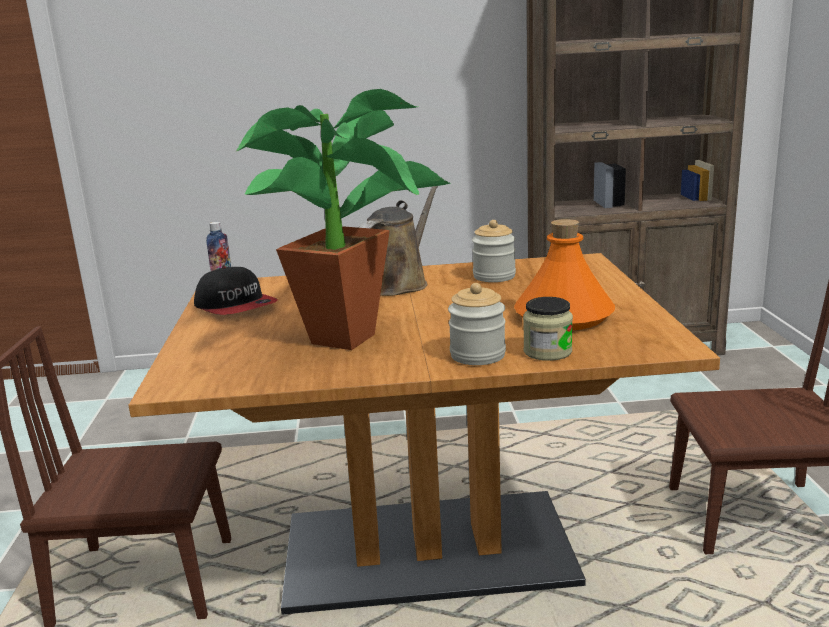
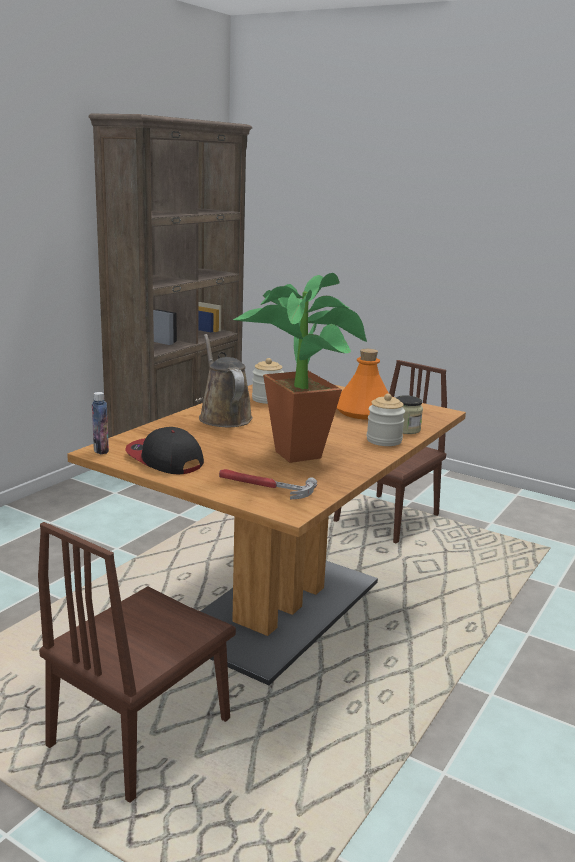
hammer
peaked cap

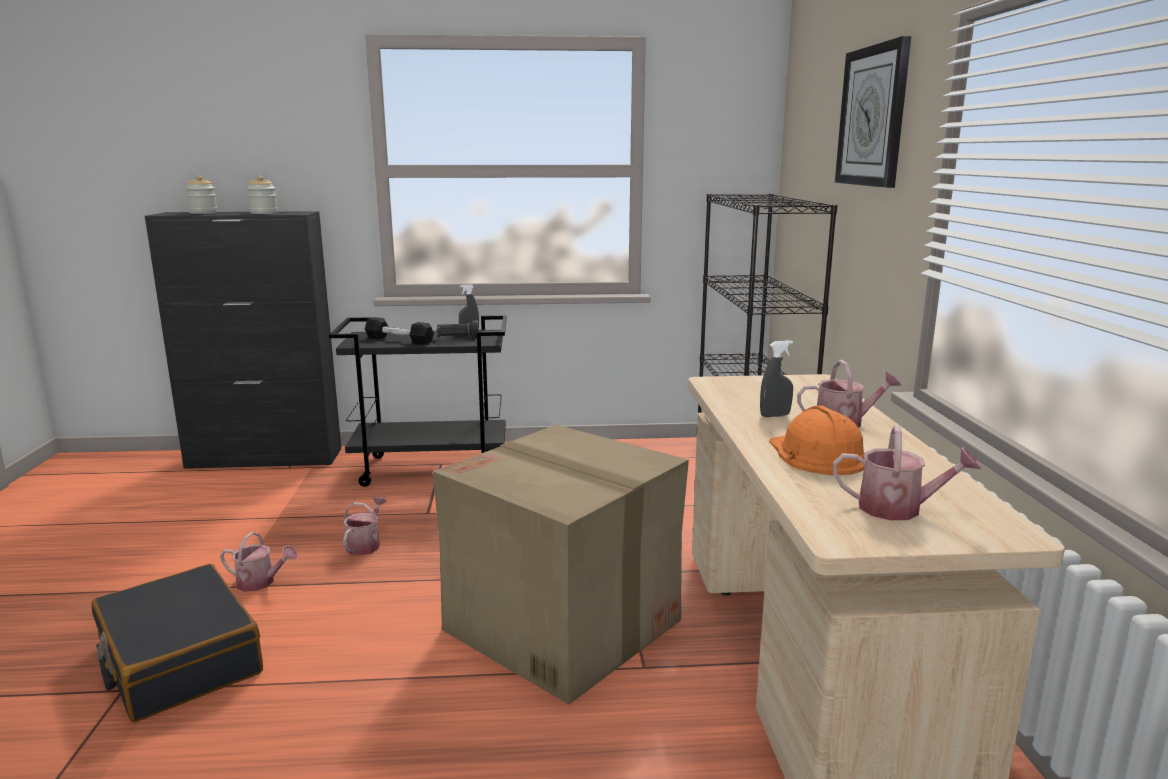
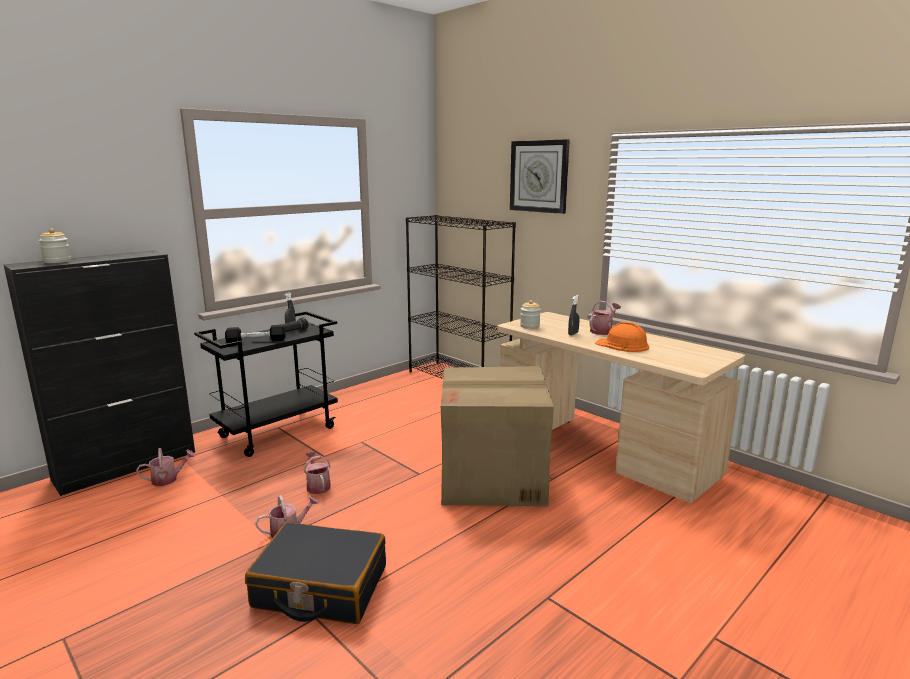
jar (no. 2 from left)
watering can (no. 1 from left)

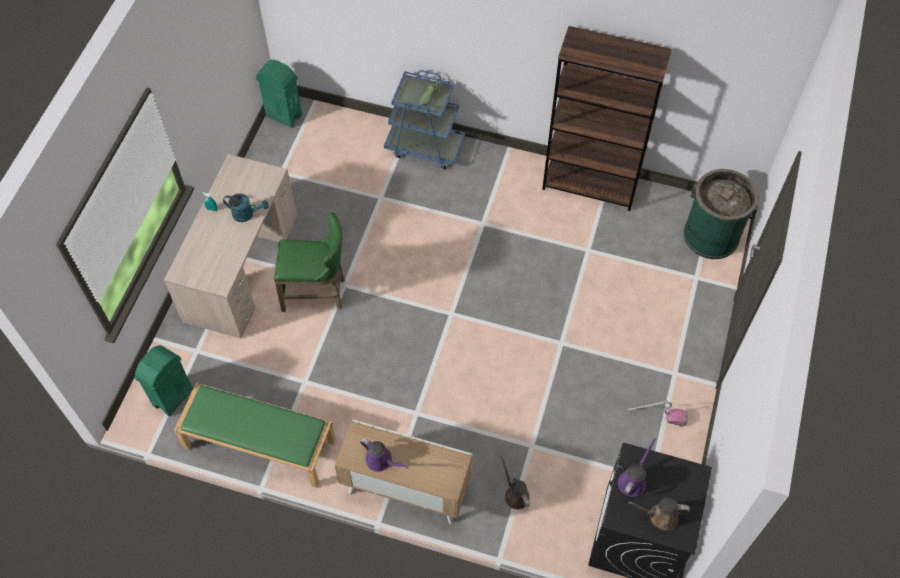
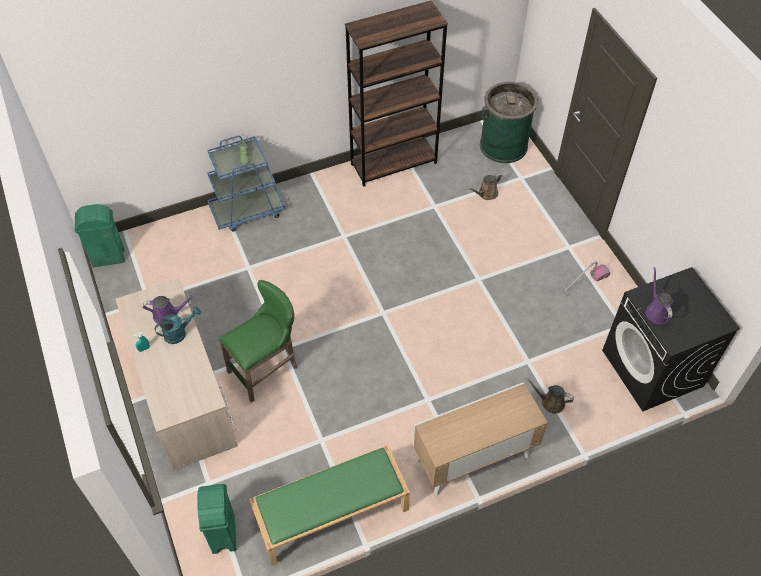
watering can (purple) (no. 1 from left)
watering can (brown-coloured) (no. 1 from left)

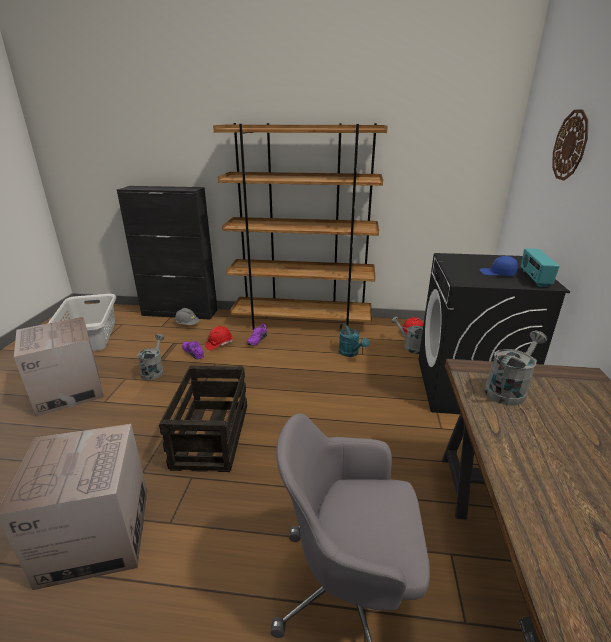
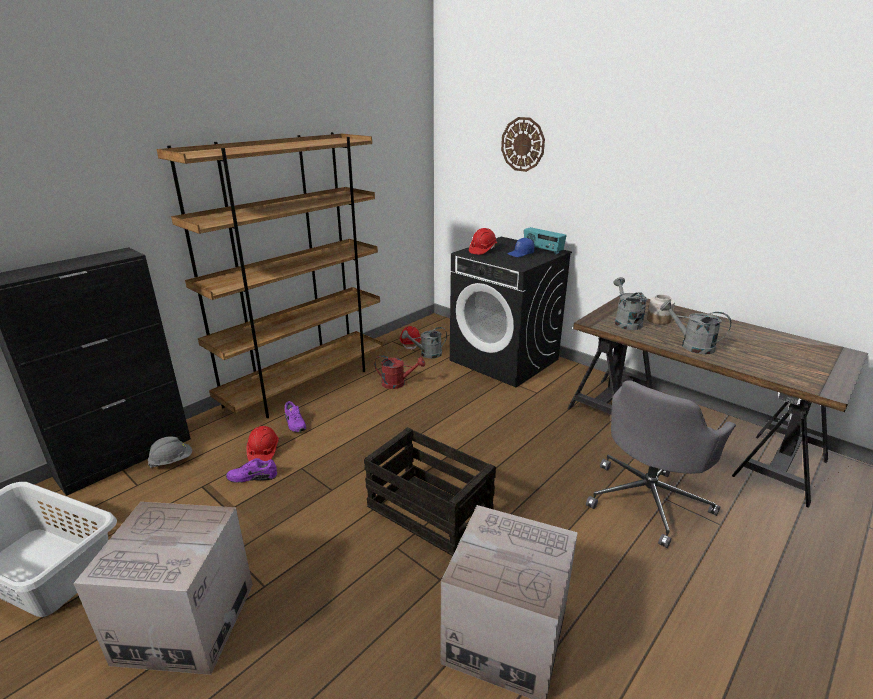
safety helmet (red-coloured) (no. 3 from left)
jar
watering can (grey) (no. 3 from left)
watering can (red-coloured)

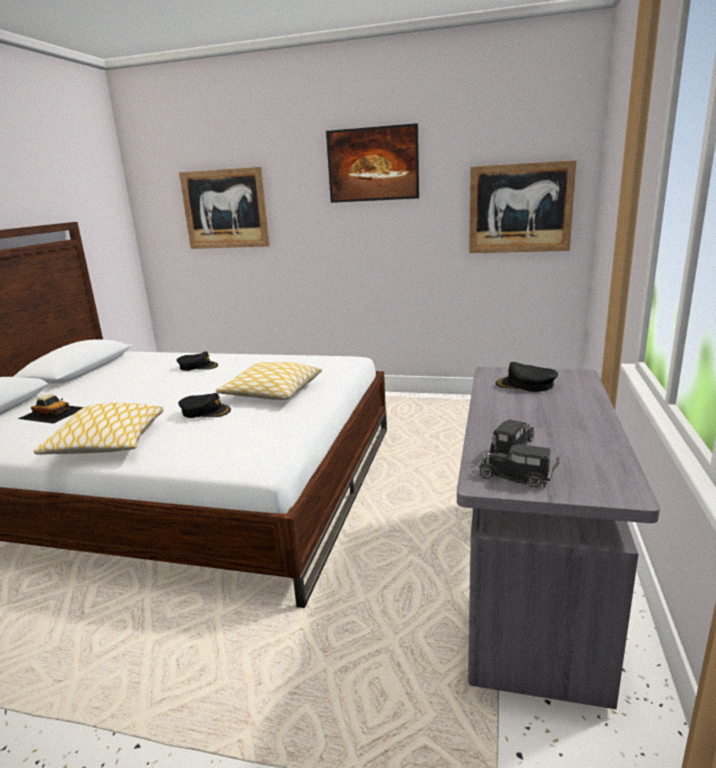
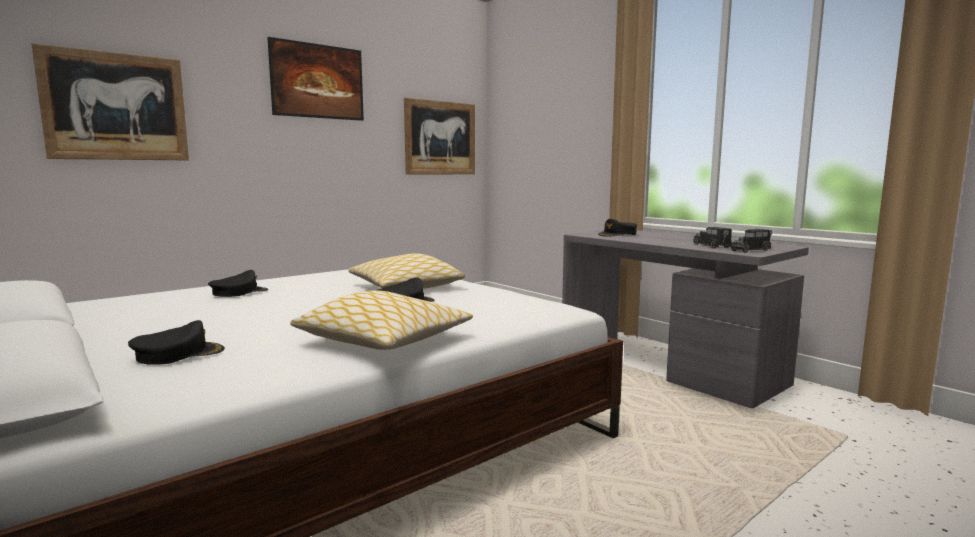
peaked cap (black-coloured) (no. 1 from left)

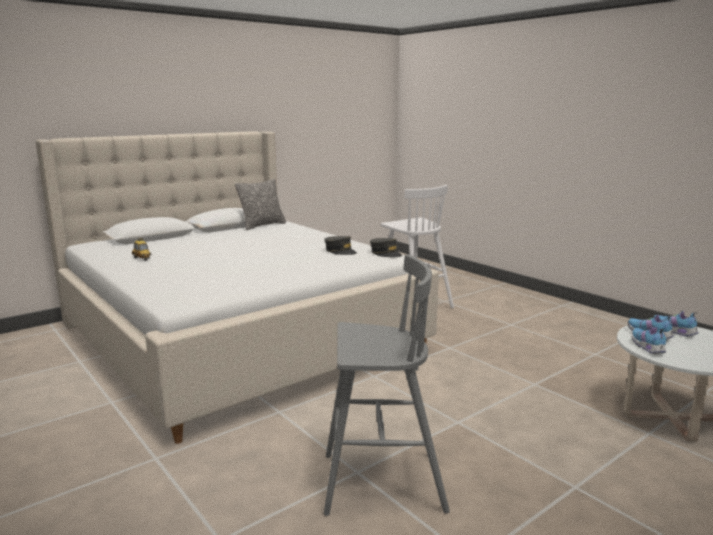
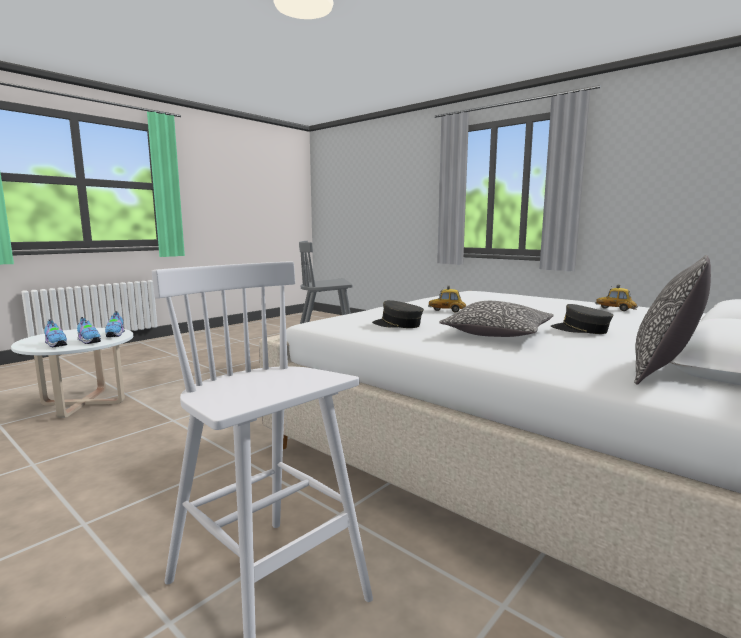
miniature car (no. 1 from left)
pillow (no. 1 from left)
peaked cap (grey) (no. 2 from left)

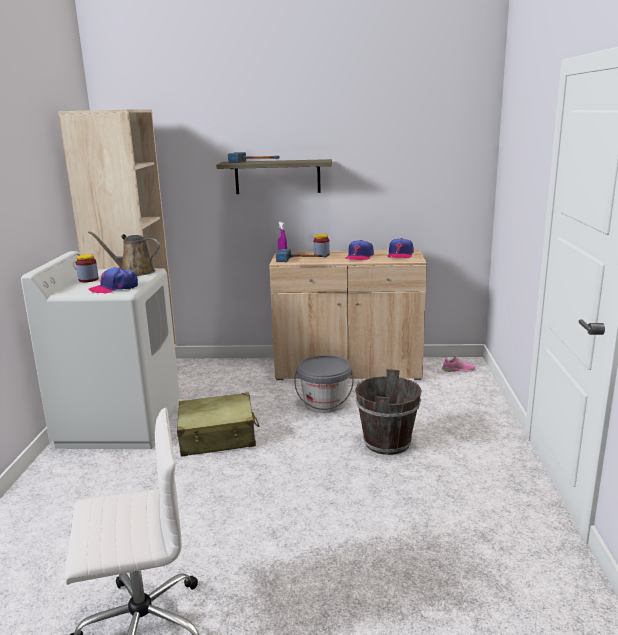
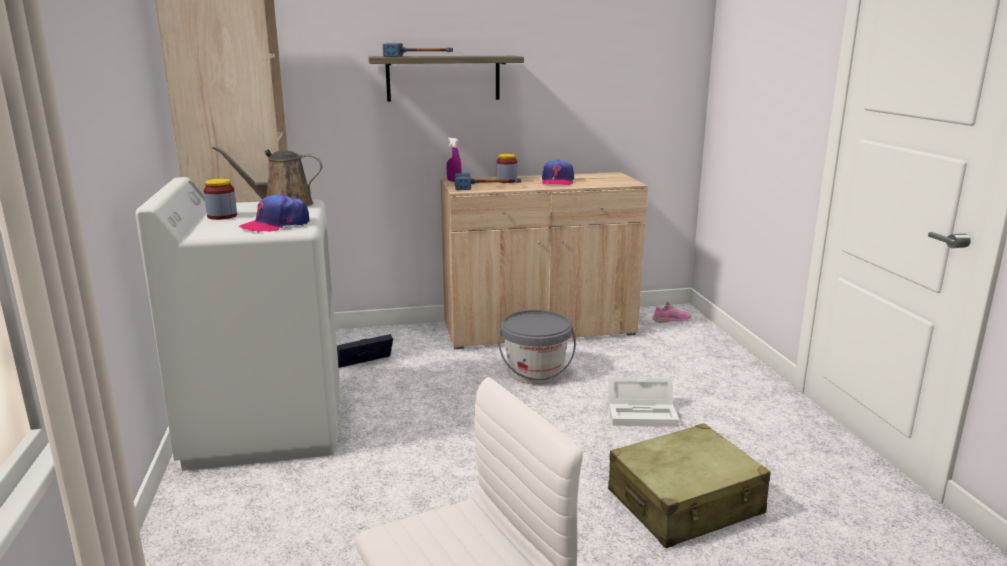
peaked cap (no. 3 from left in the first image)
storage box (black-coloured)
travel case (beige)
storage box (whitish)

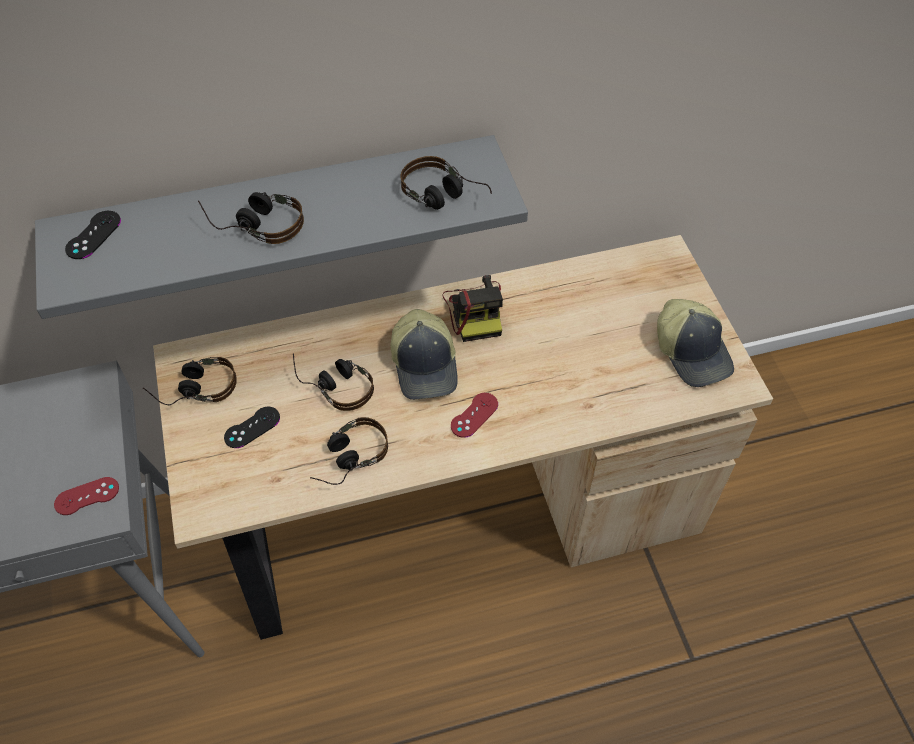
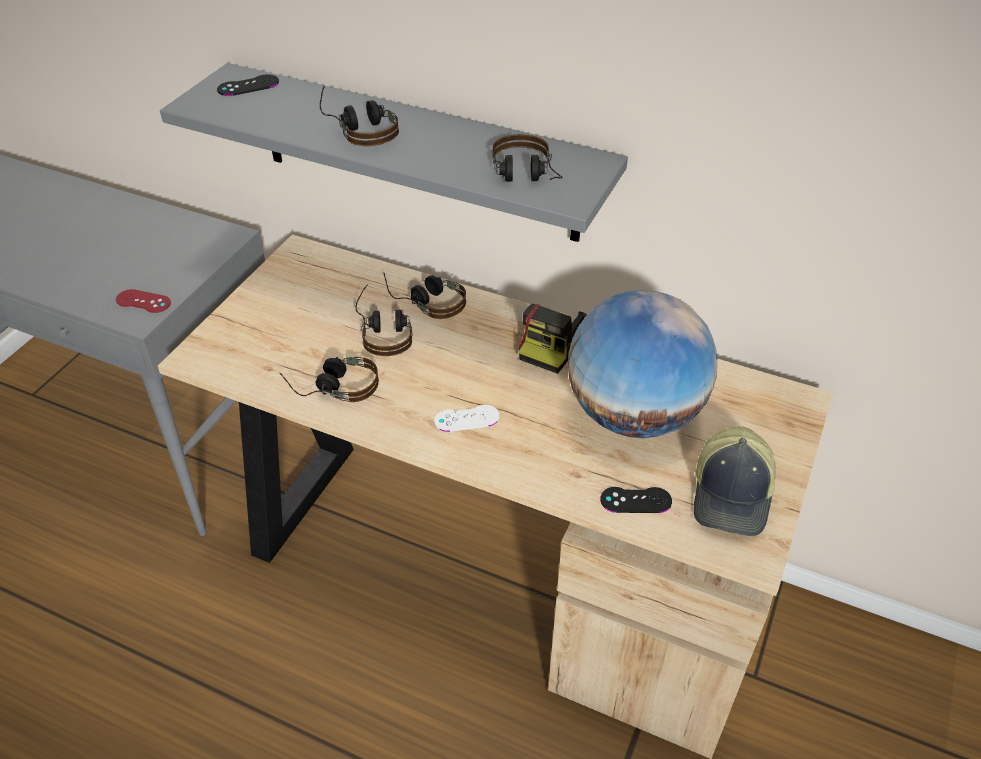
peaked cap (no. 1 from left in the first image)
globe
headphones (no. 4 from left)
joypad (black-coloured) (no. 2 from left)
joypad (whitish)

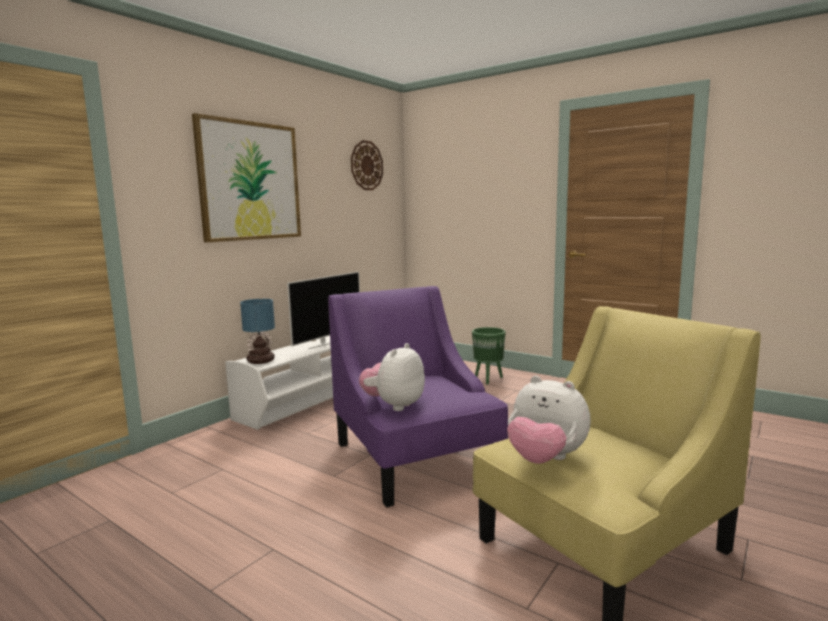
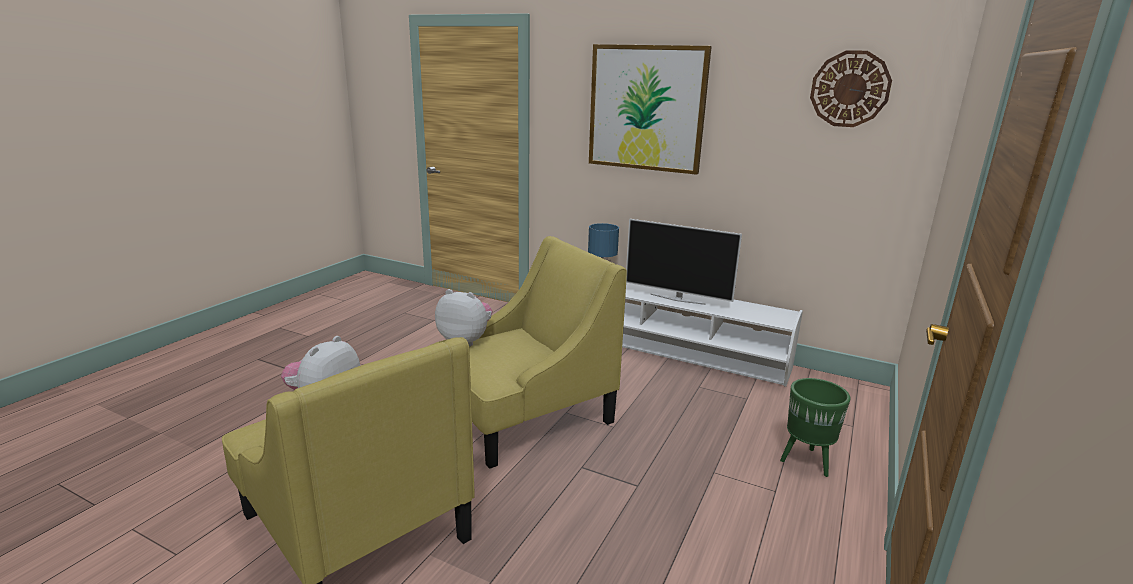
lounge chair (yellowish) (no. 2 from left)

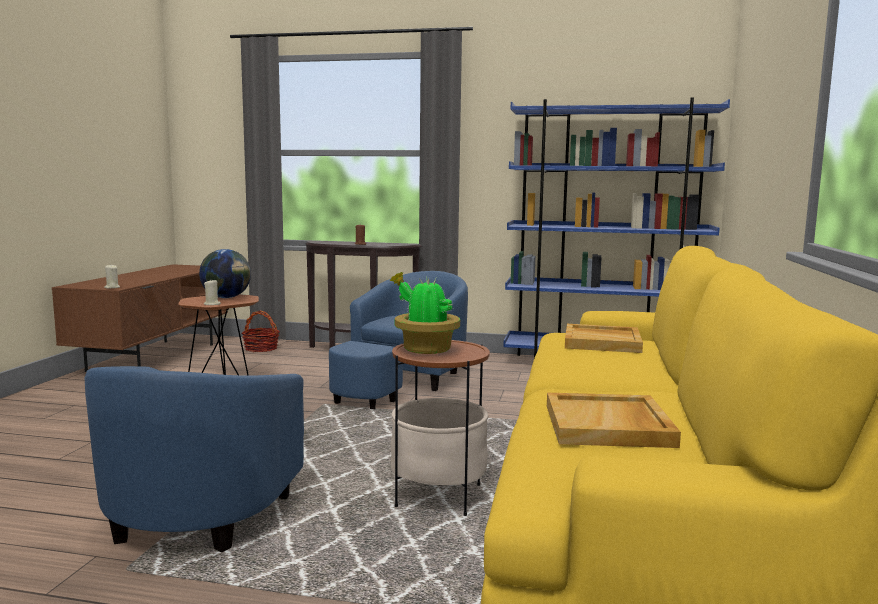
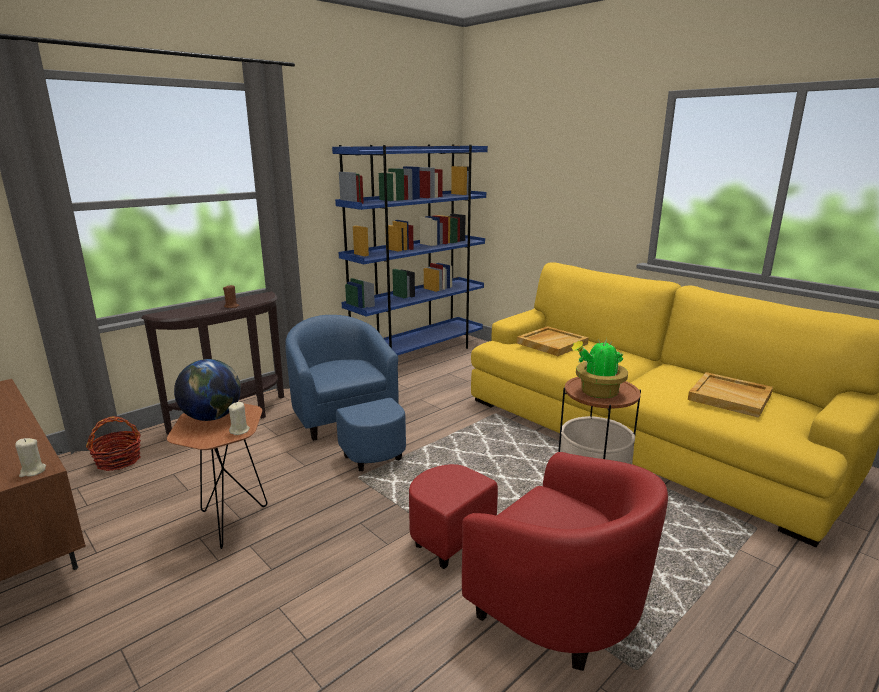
lounge chair (red-coloured)

